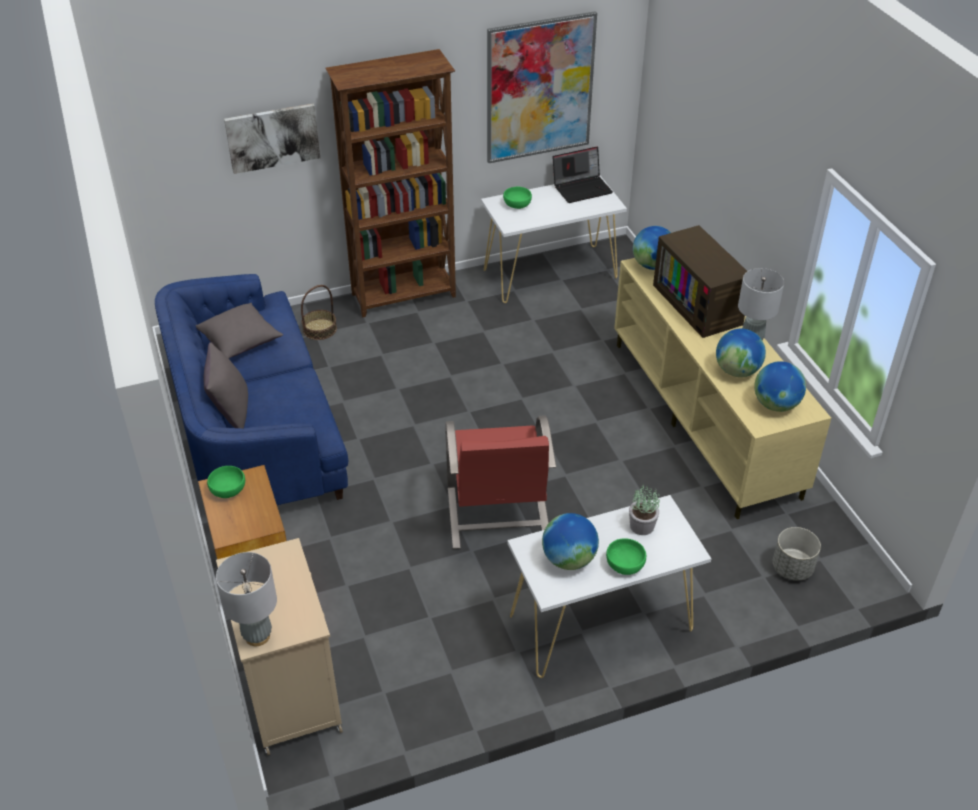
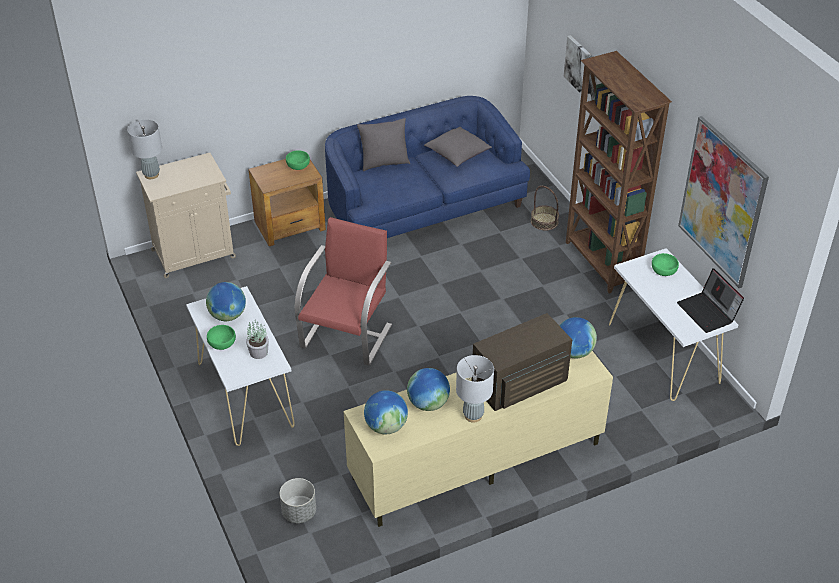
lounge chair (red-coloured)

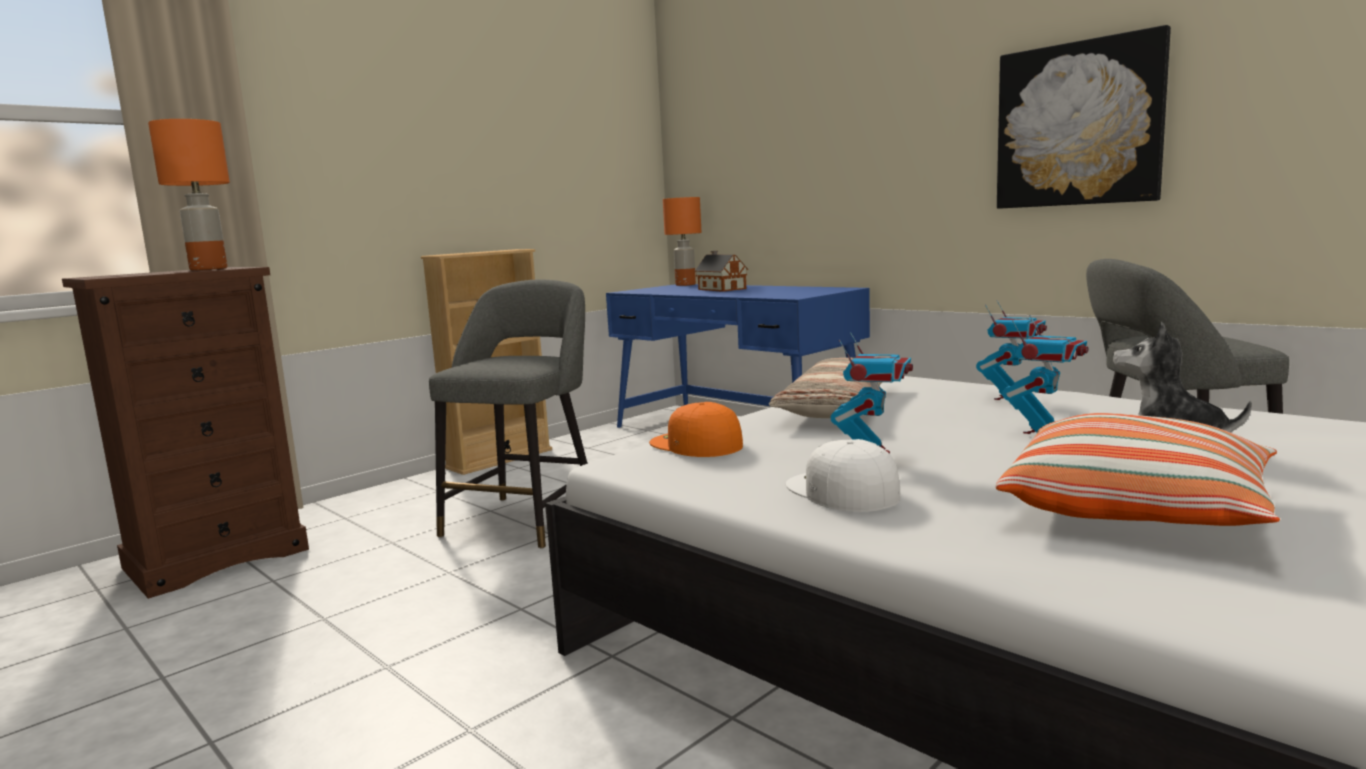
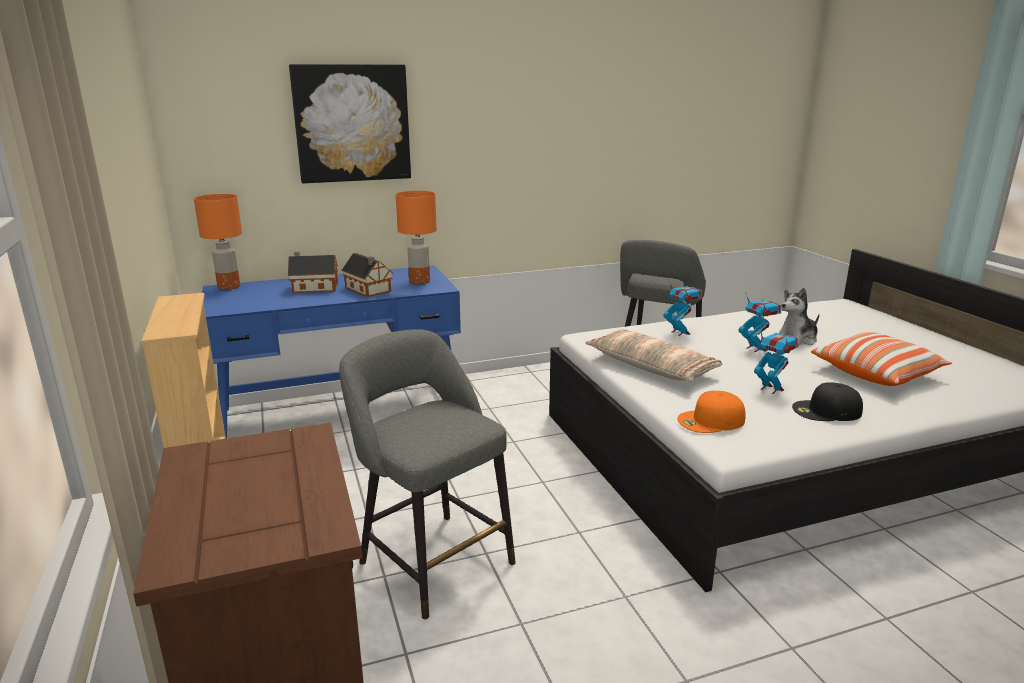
miniature house (no. 2 from left)
tabletop lamp (orange) (no. 2 from left)
wall picture
peaked cap (black-coloured)

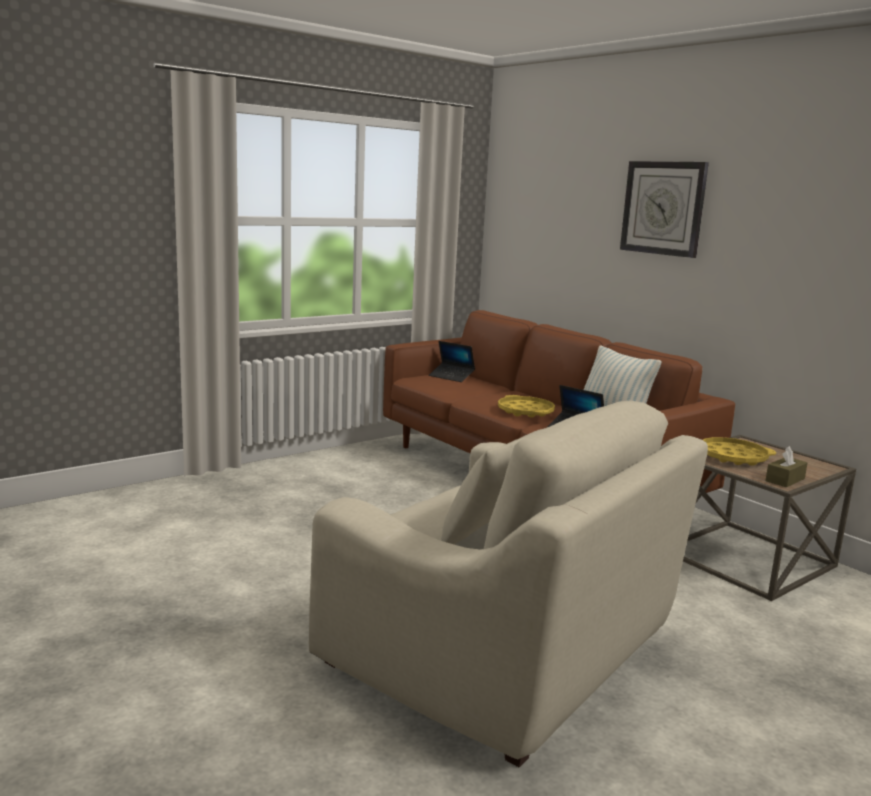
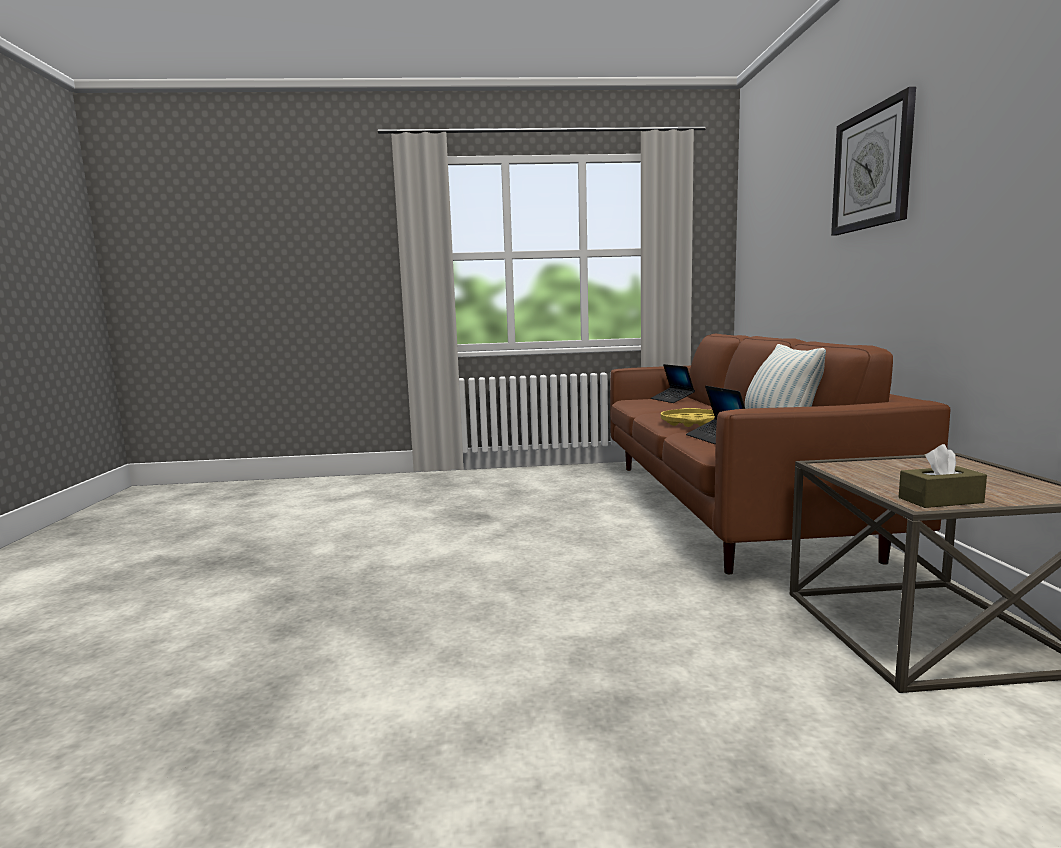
lounge chair (beige)
carrying tray (yellowish) (no. 2 from left in the first image)

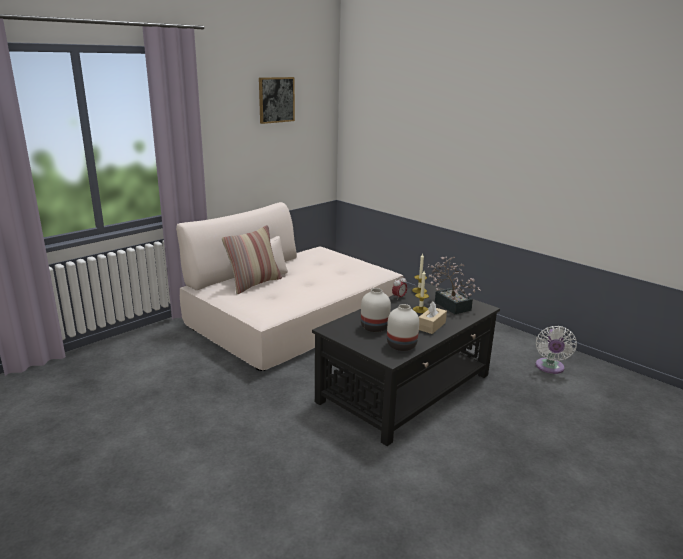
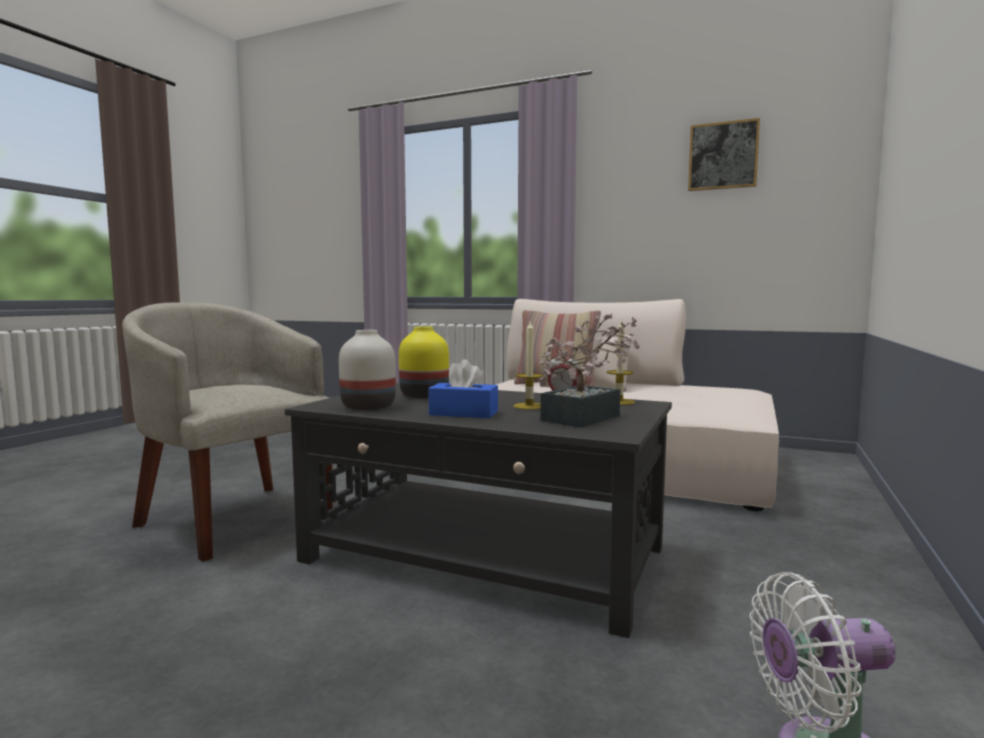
lounge chair (beige)
decorative vase (yellowish)
box of tissues (bluish)

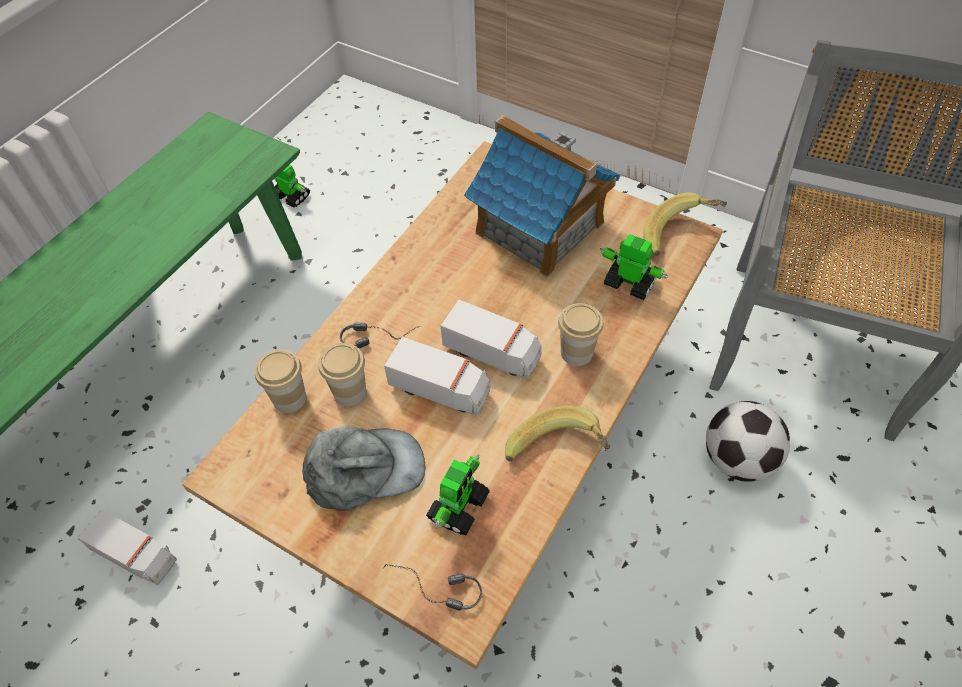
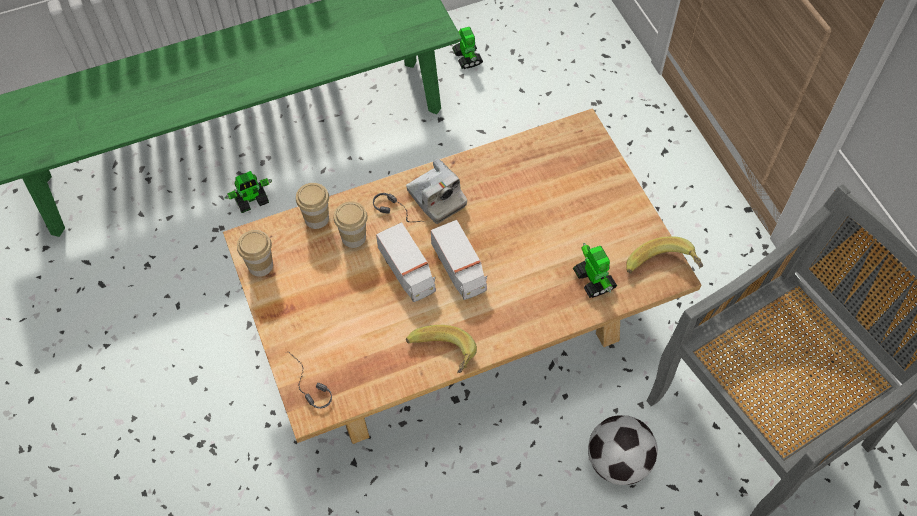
toy truck (no. 1 from left in the first image)
peaked cap (grey)
miniature house
still camera
robot figure (no. 1 from left)
drinking cup (no. 1 from left)

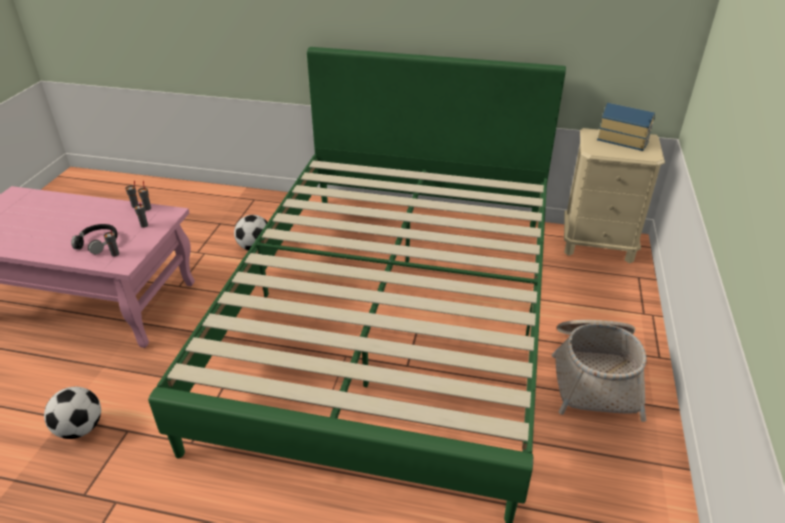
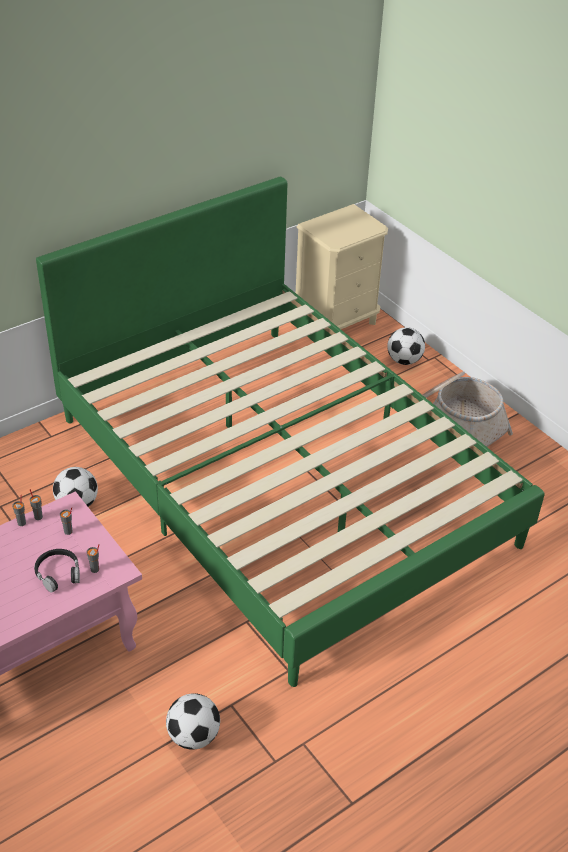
miniature house
football ball (no. 3 from left)

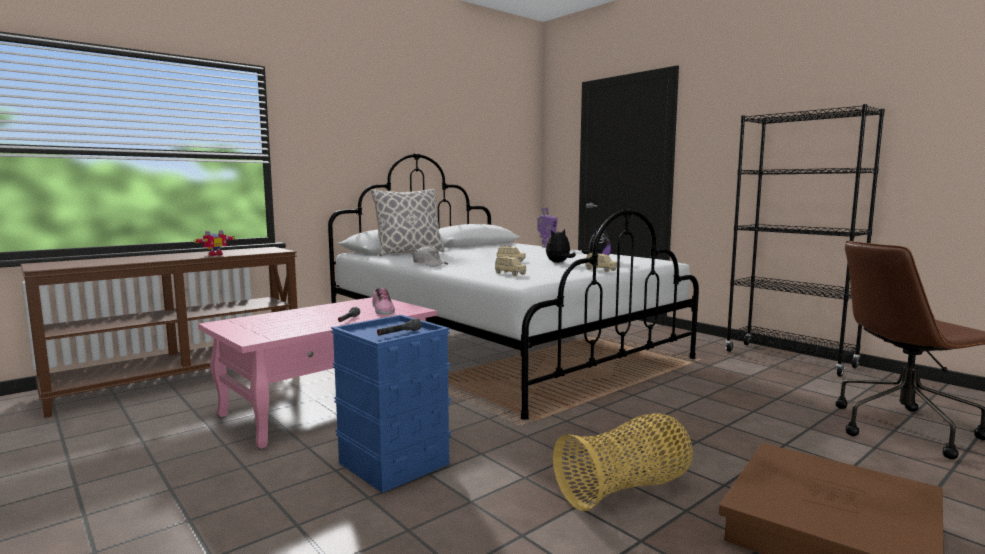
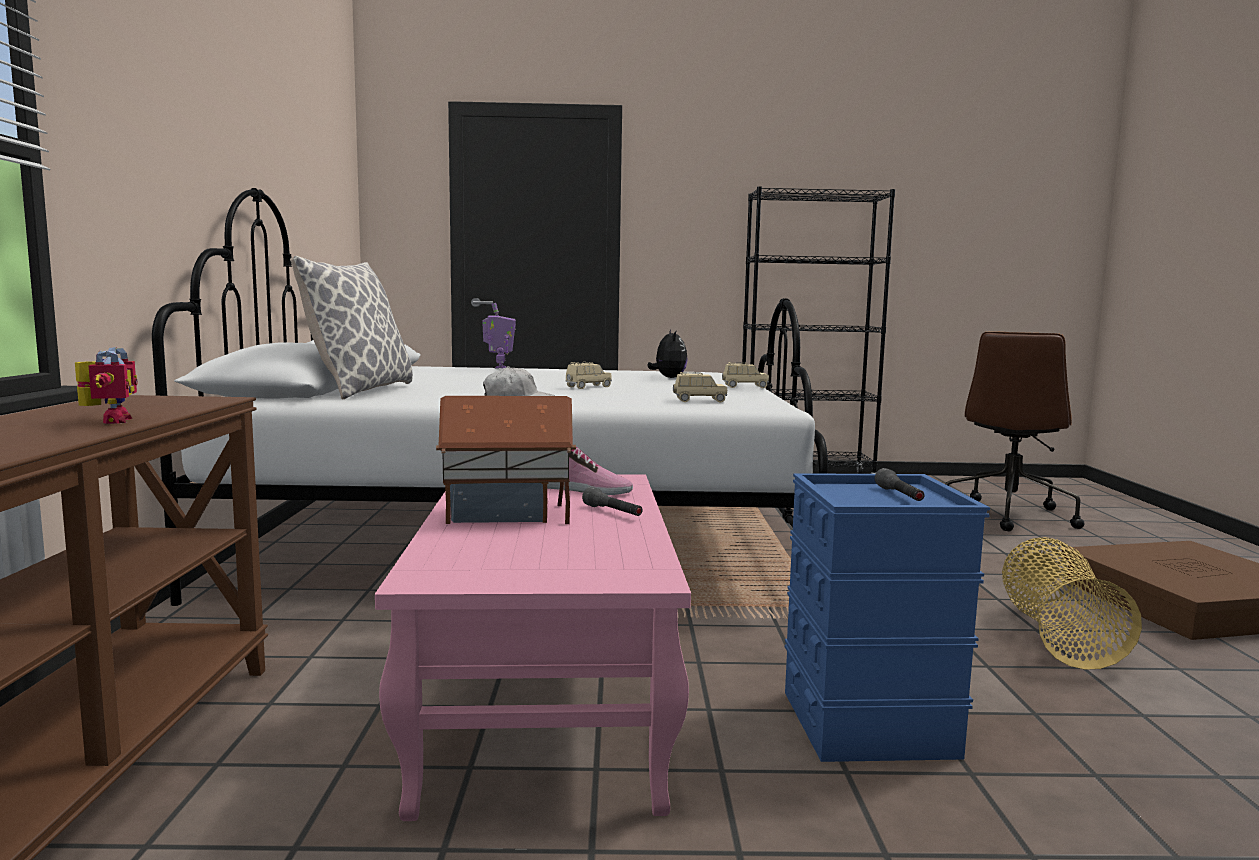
soft toy (no. 1 from left in the first image)
miniature house

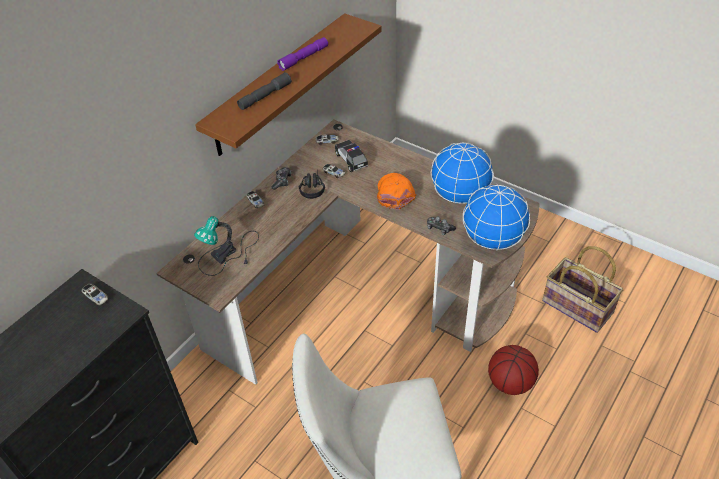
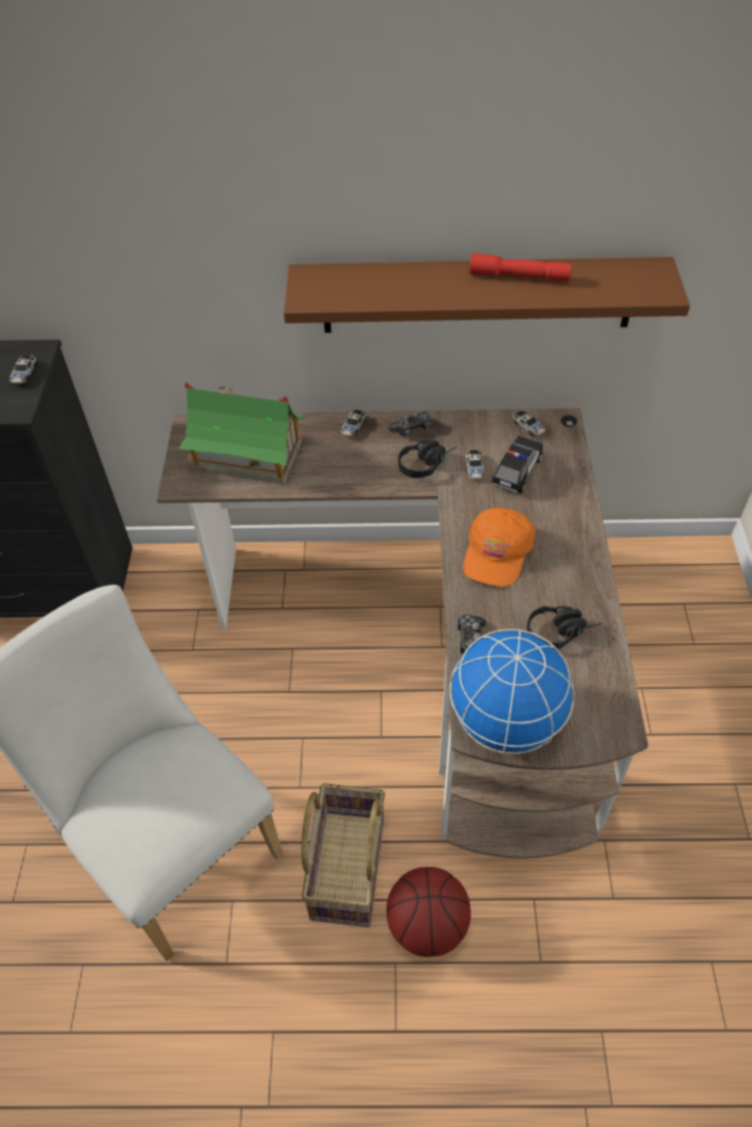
torch (grey)
basket
miniature house
headphones (black-coloured) (no. 2 from left)
torch (red-coloured)
peaked cap (orange)

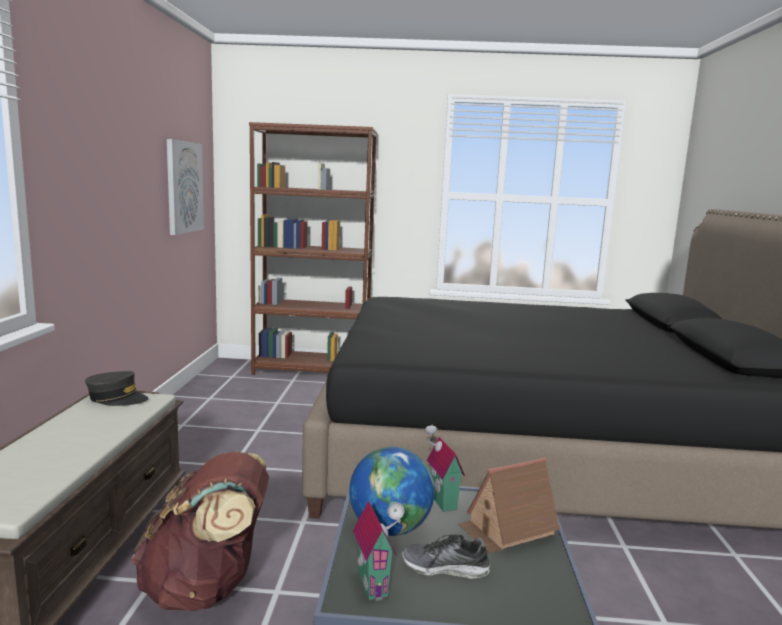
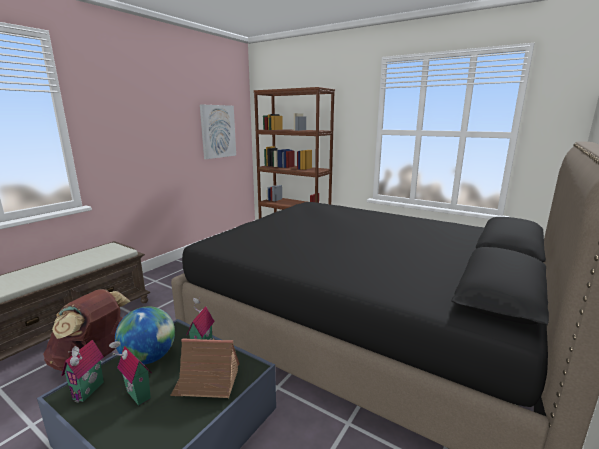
peaked cap (grey)
miniature house (no. 2 from left)

